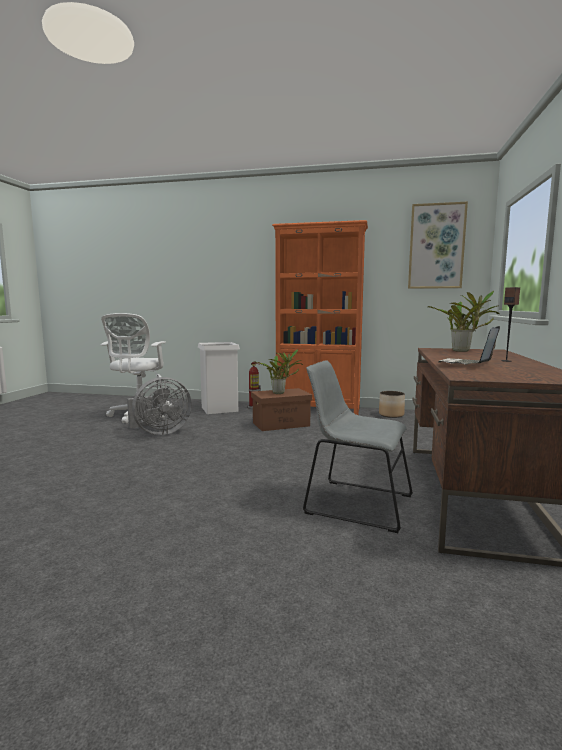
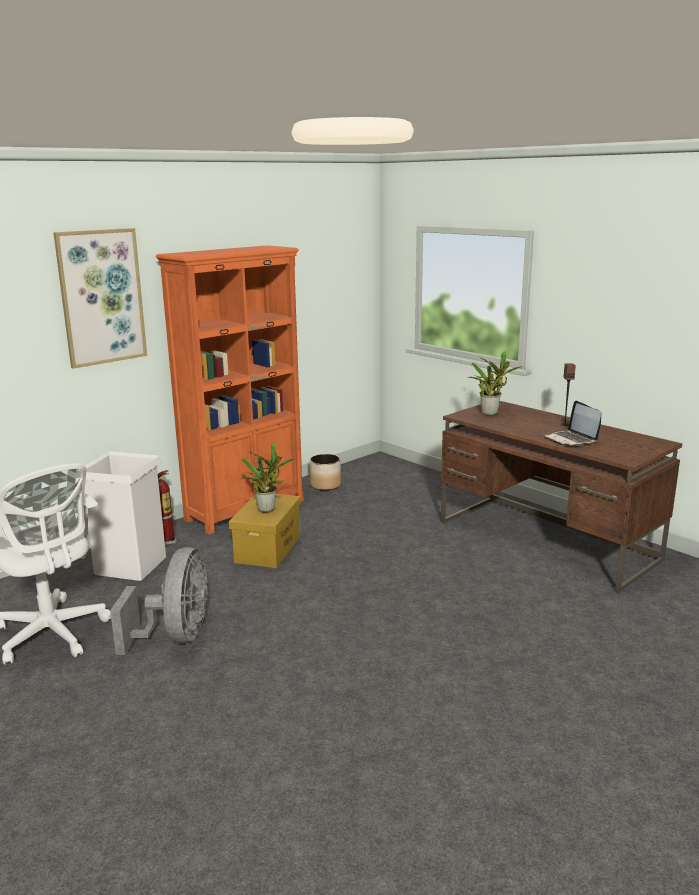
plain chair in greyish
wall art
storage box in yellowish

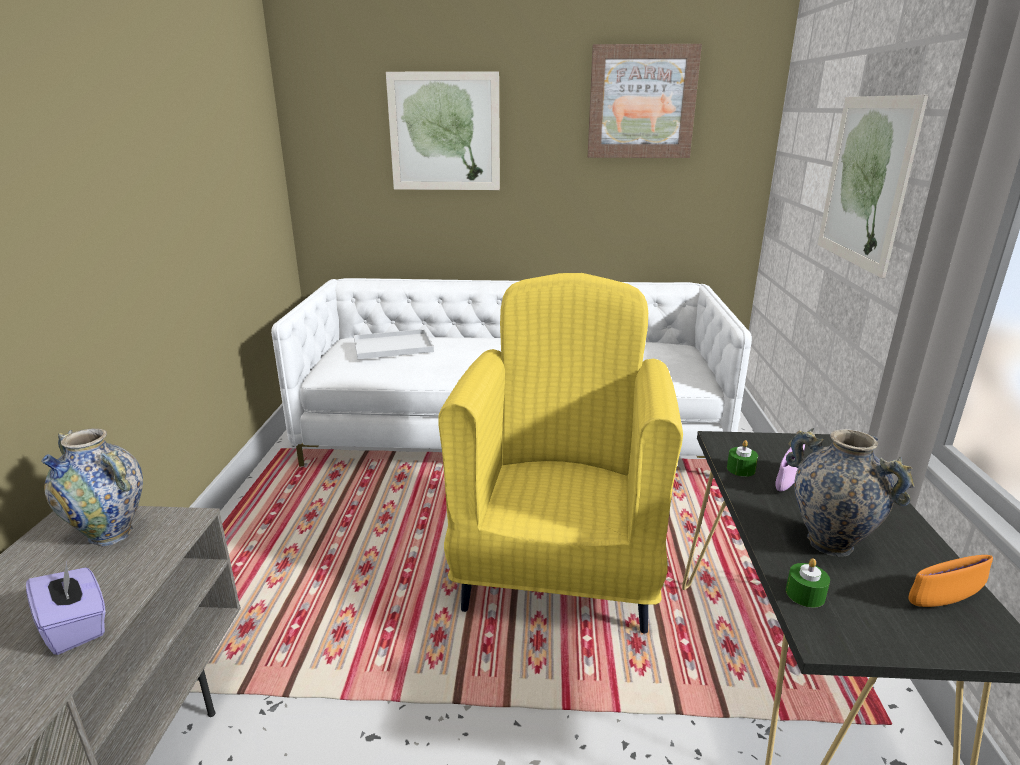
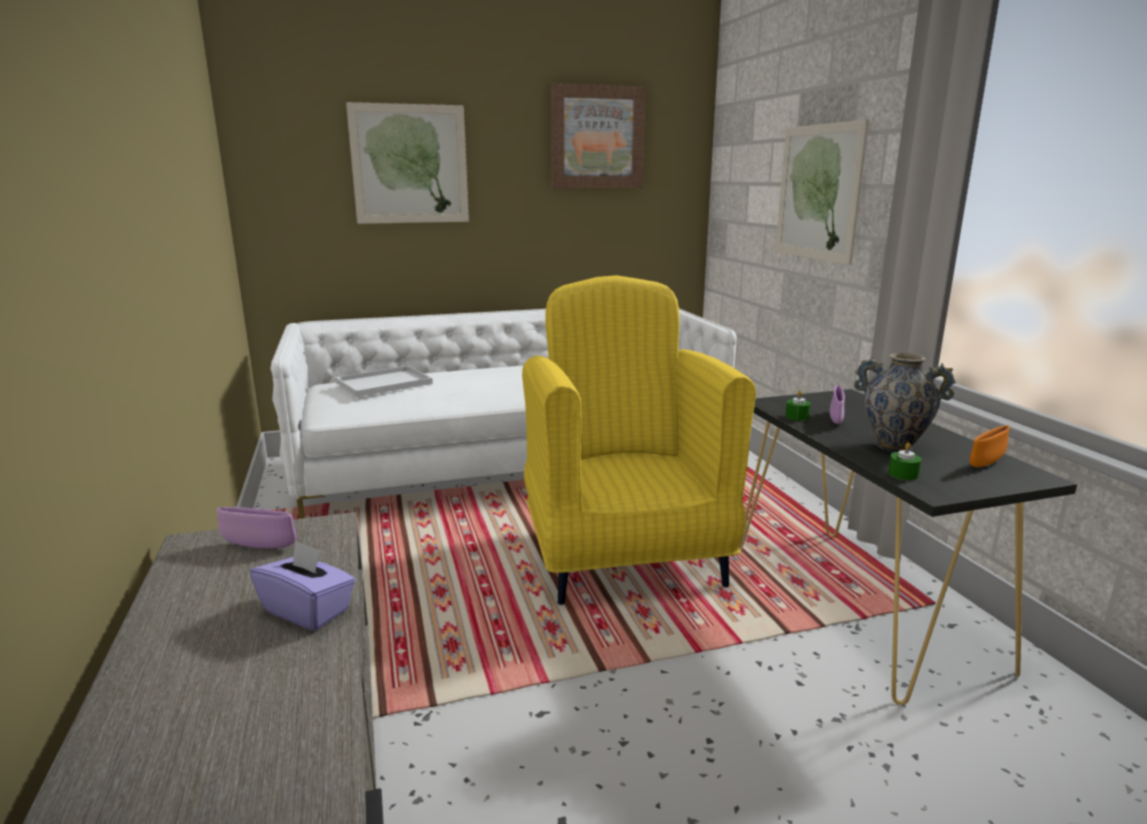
bowl in purple (1st from left)

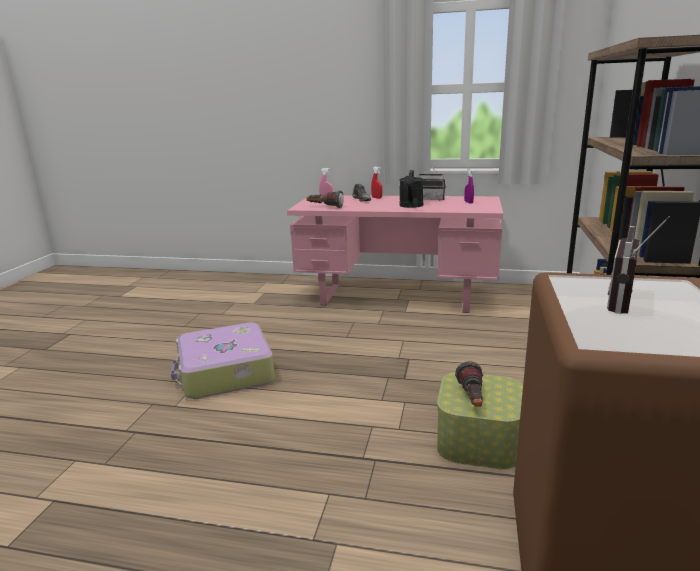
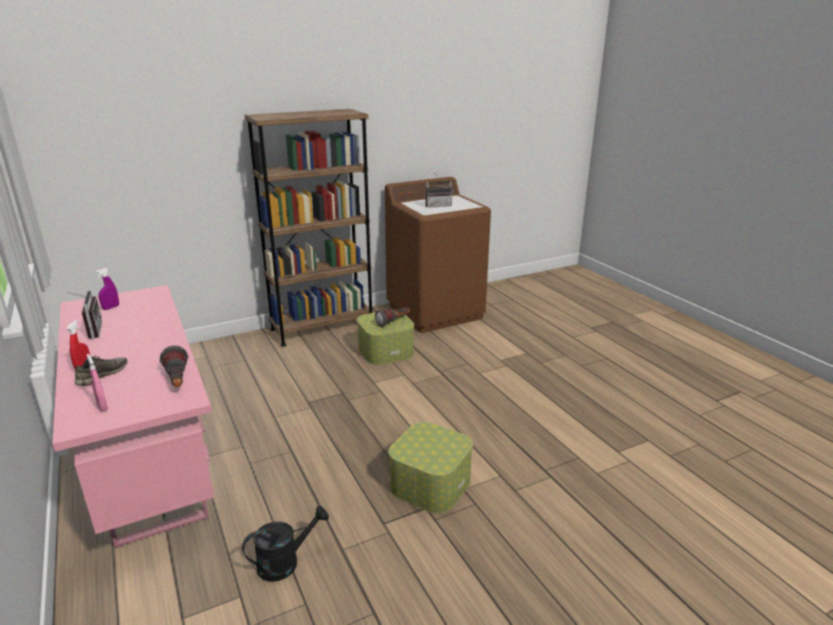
watering pot in blackish
storage box (2nd from left)

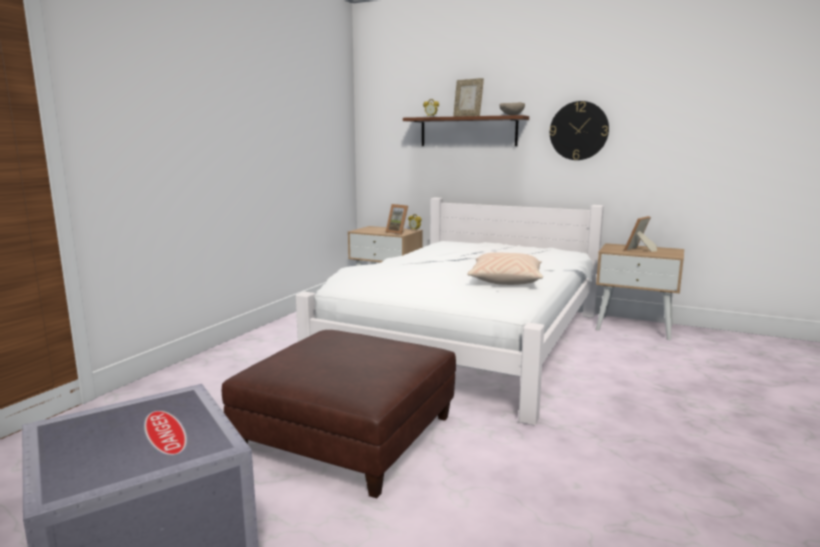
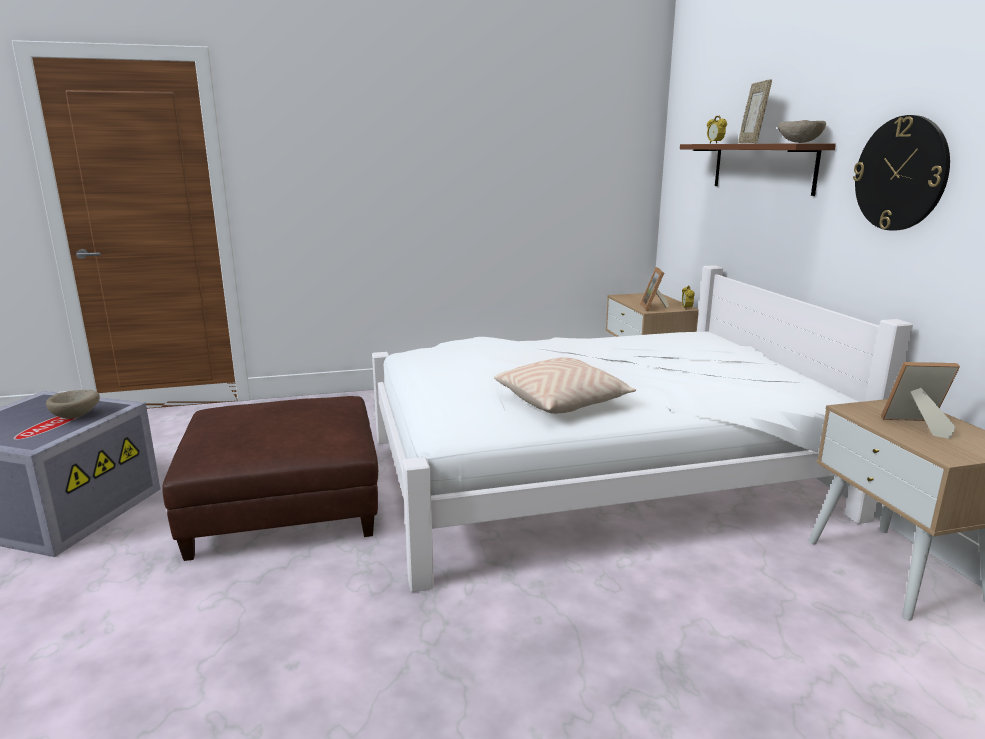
bowl in beige (1st from left)

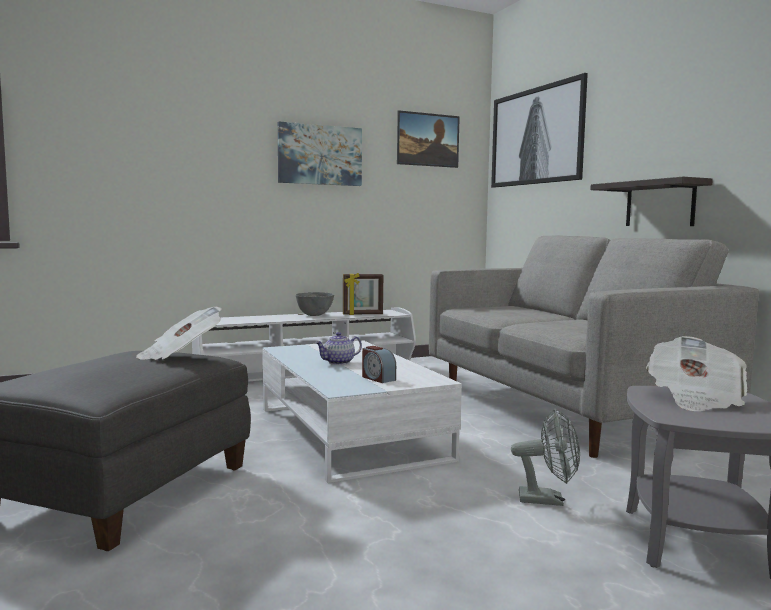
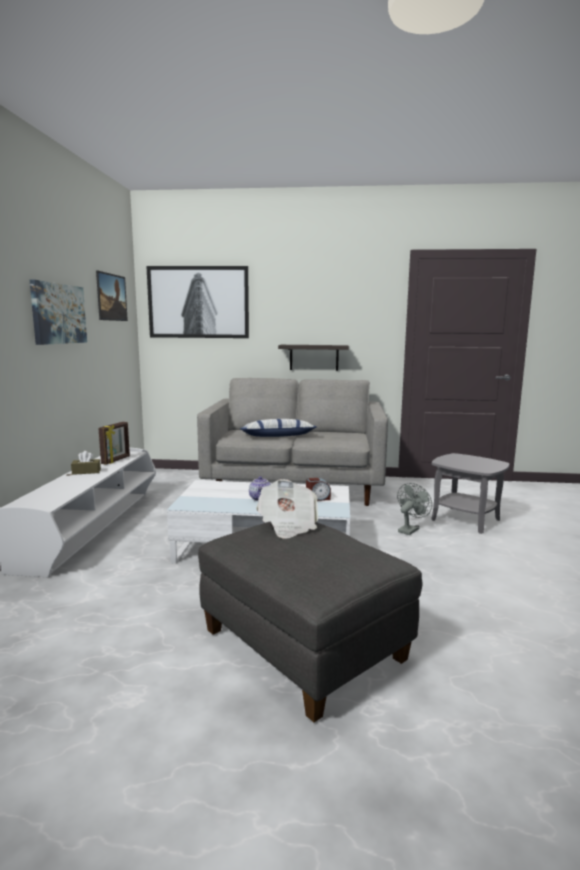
printed paper (2nd from left in the first image)
throw pillow
tissue box in brownish

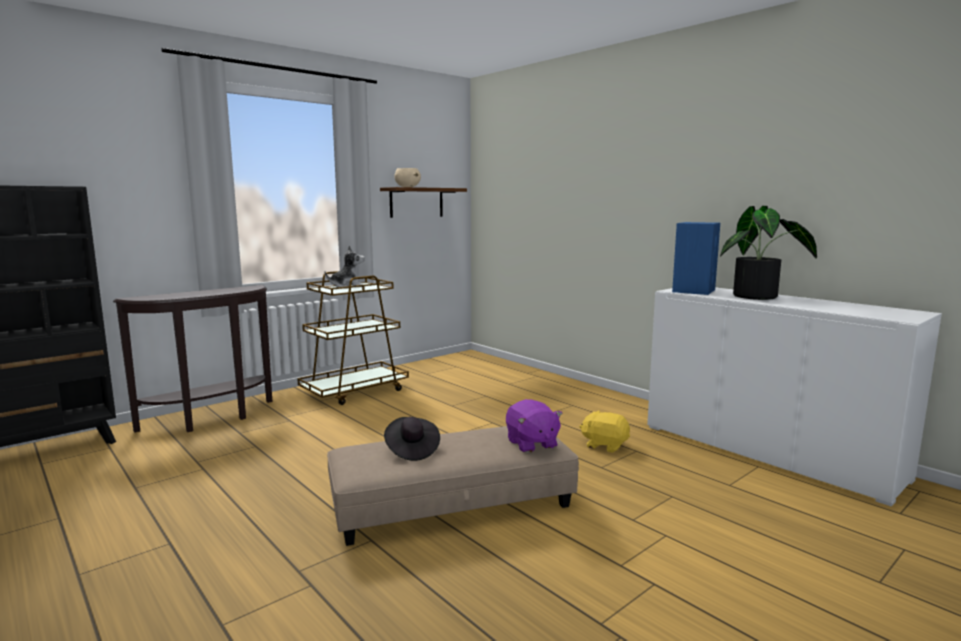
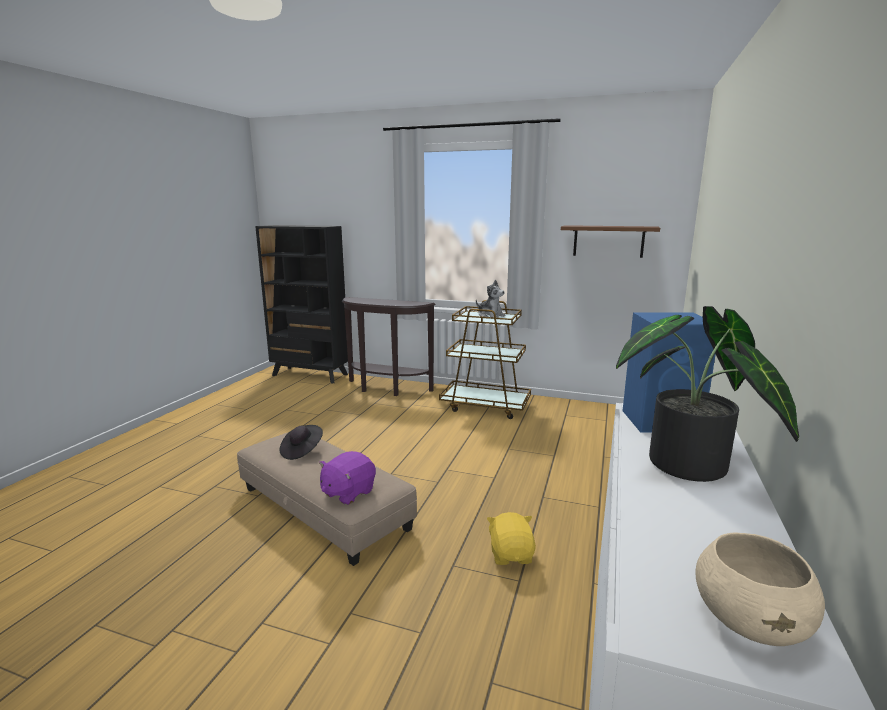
bowl in beige

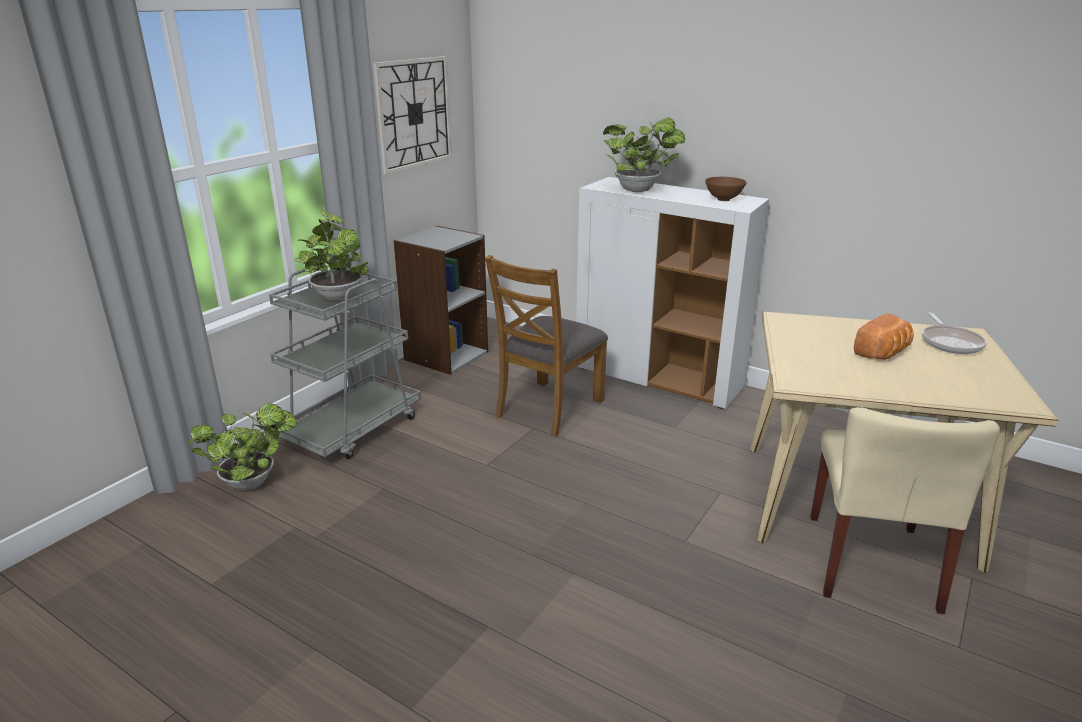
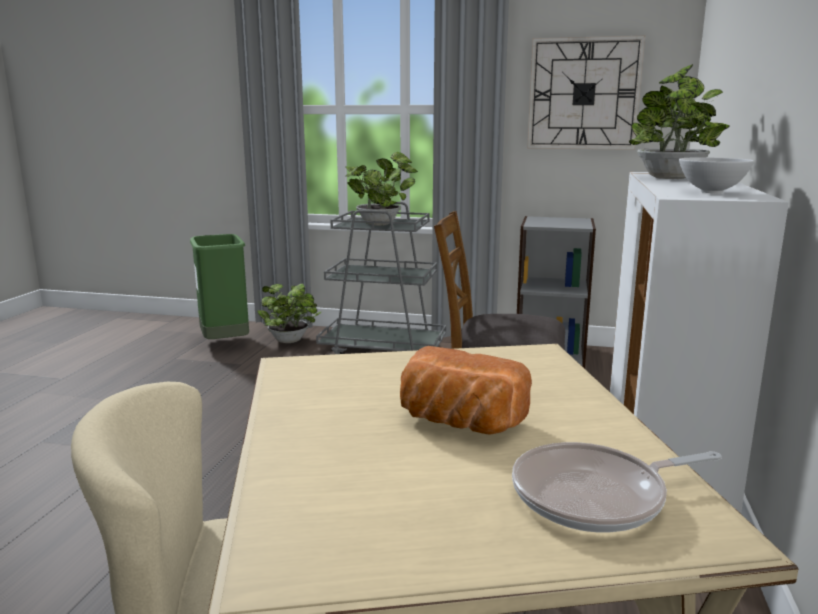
trash can in green-coloured
bowl in whitish

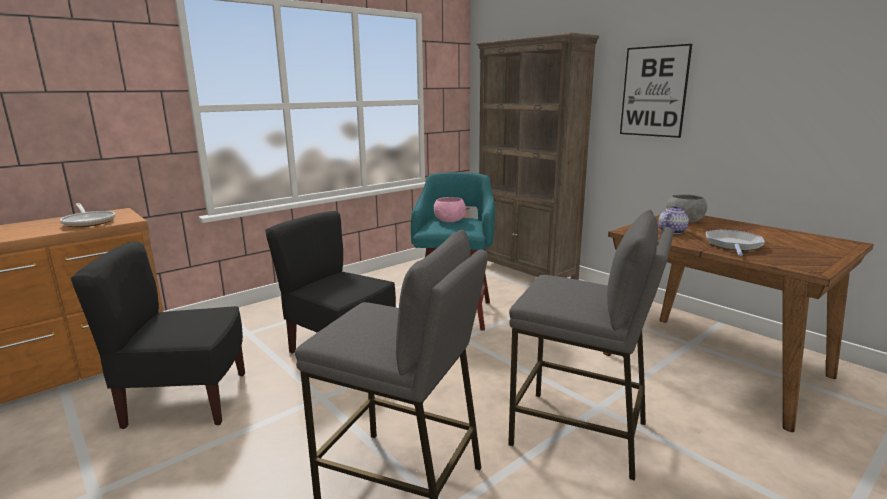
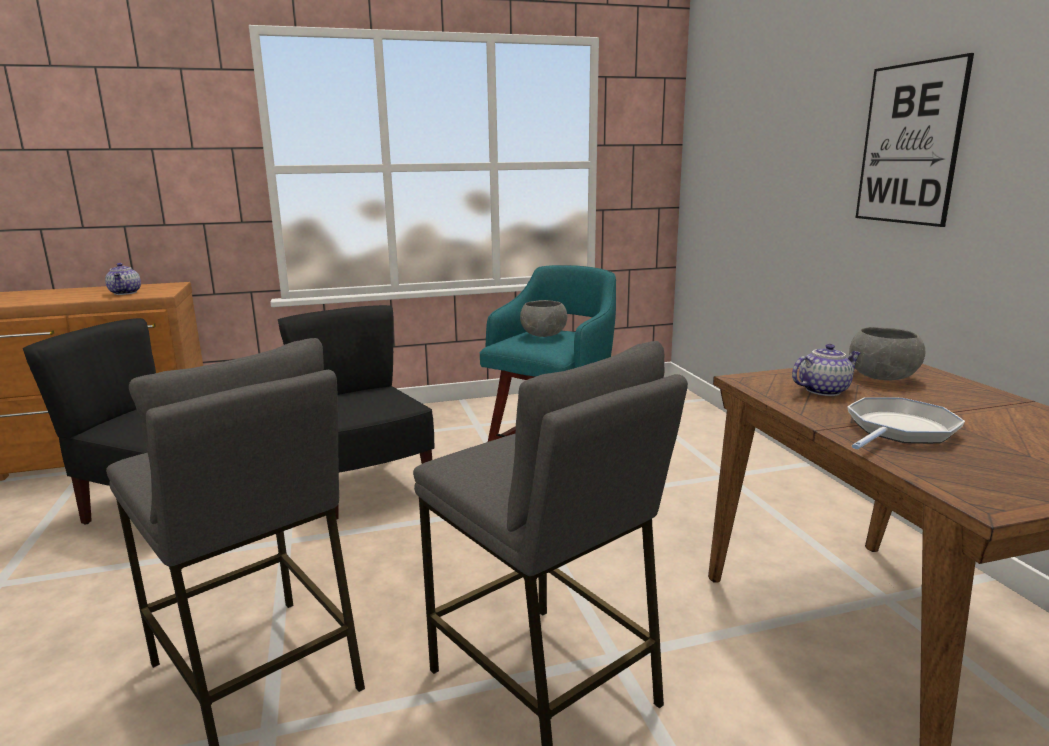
bookcase in brownish
teapot (1st from left)
bowl in greyish (1st from left)

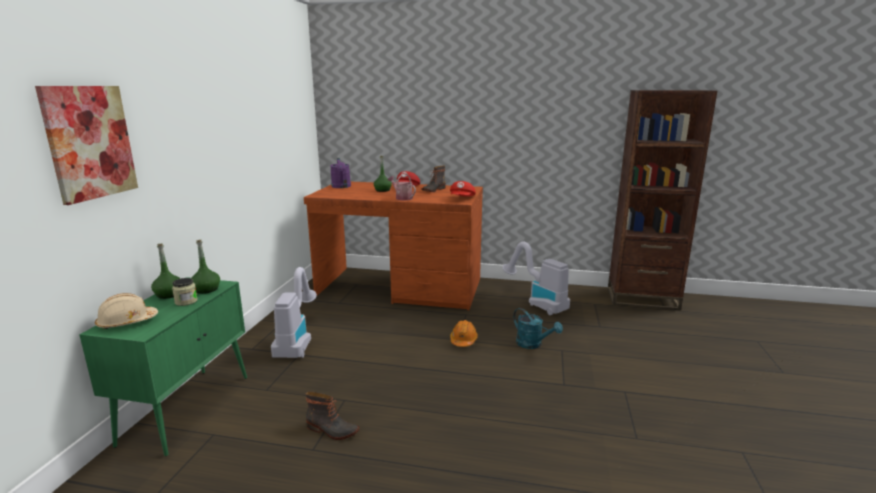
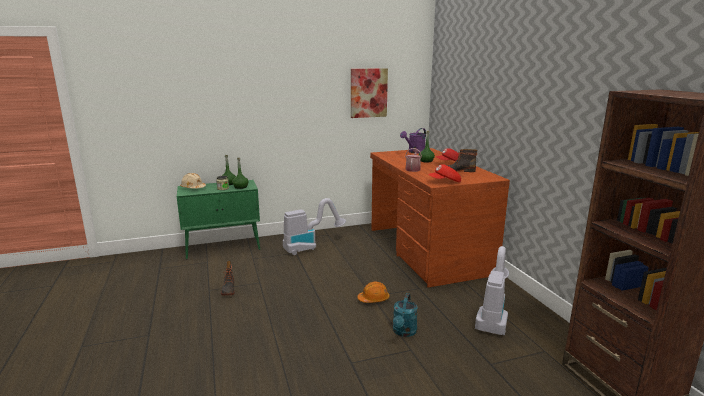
wall art

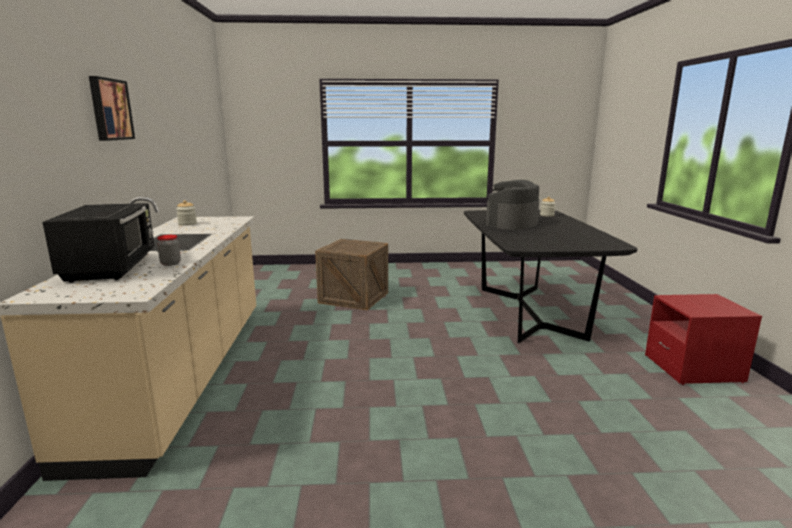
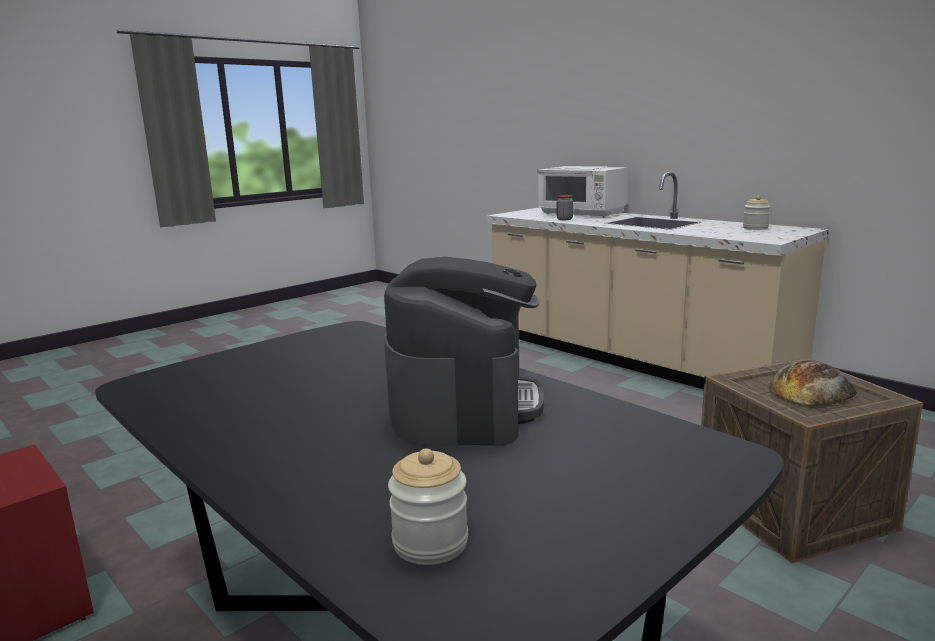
wall art
baked bread
microwave in whitish

